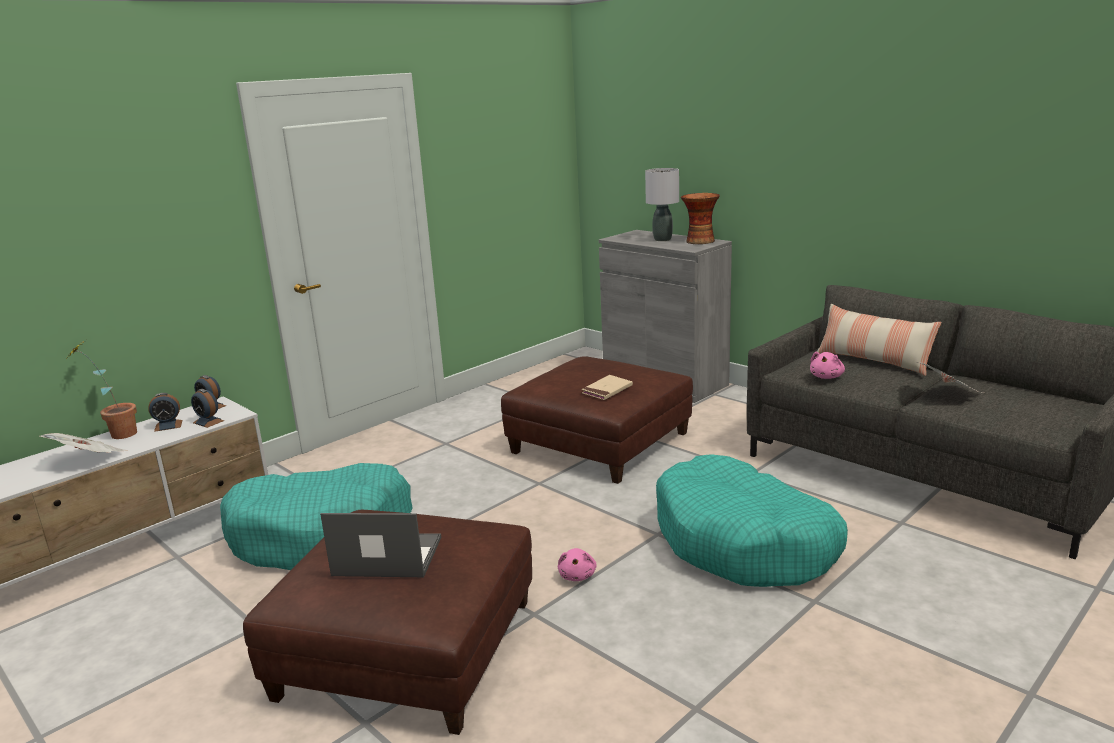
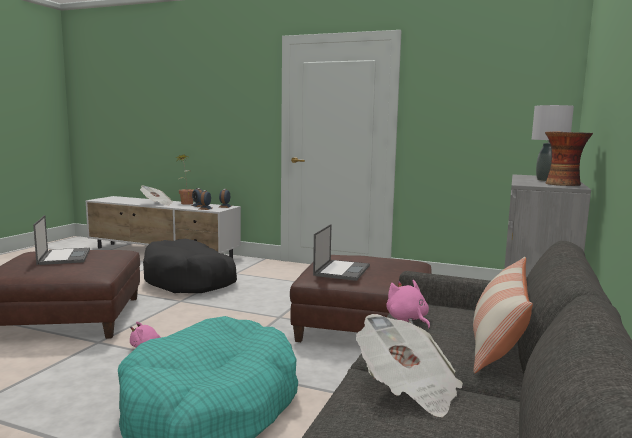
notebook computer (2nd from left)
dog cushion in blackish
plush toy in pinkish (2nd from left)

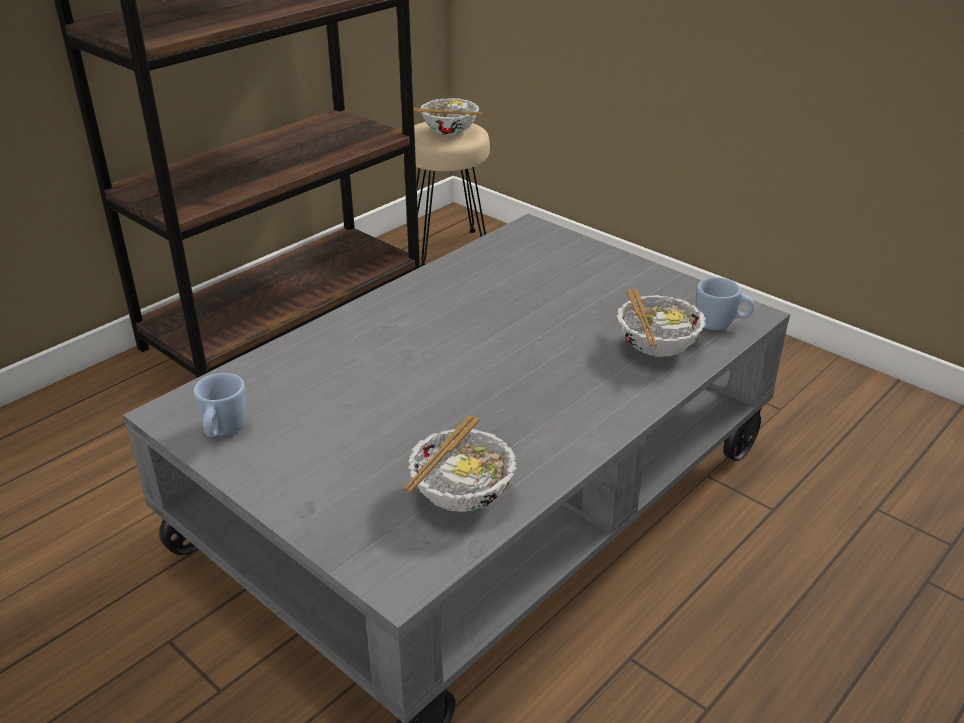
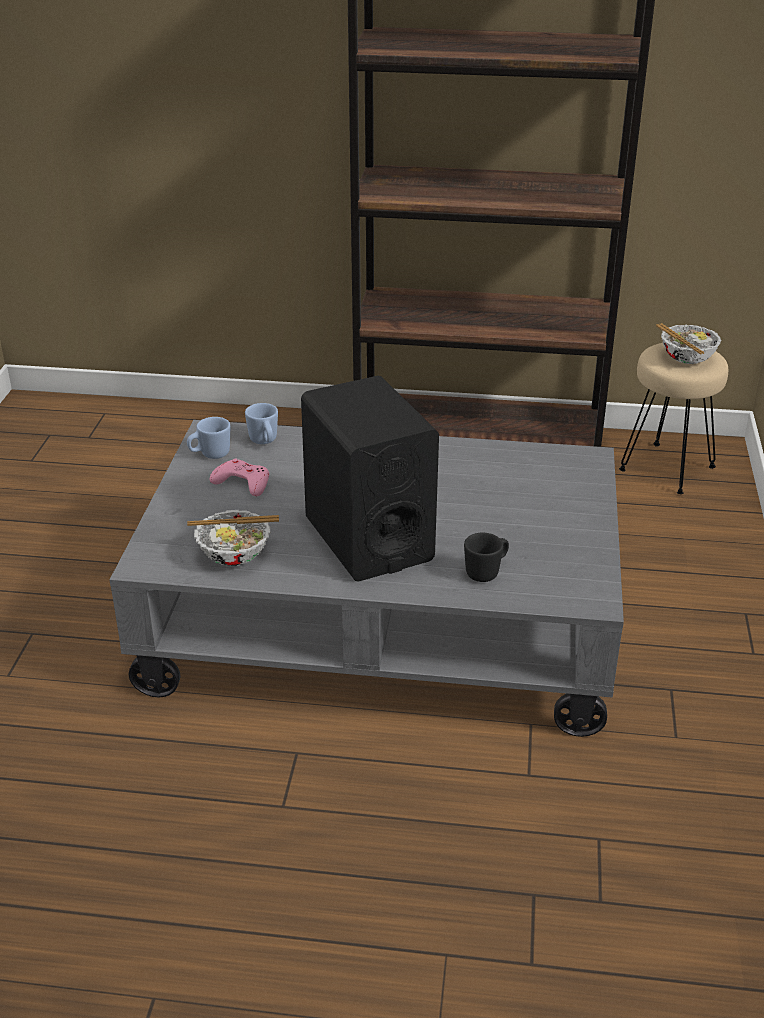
game controller in pinkish
speaker in blackish
mug in bluish (2nd from left)
mug in blackish

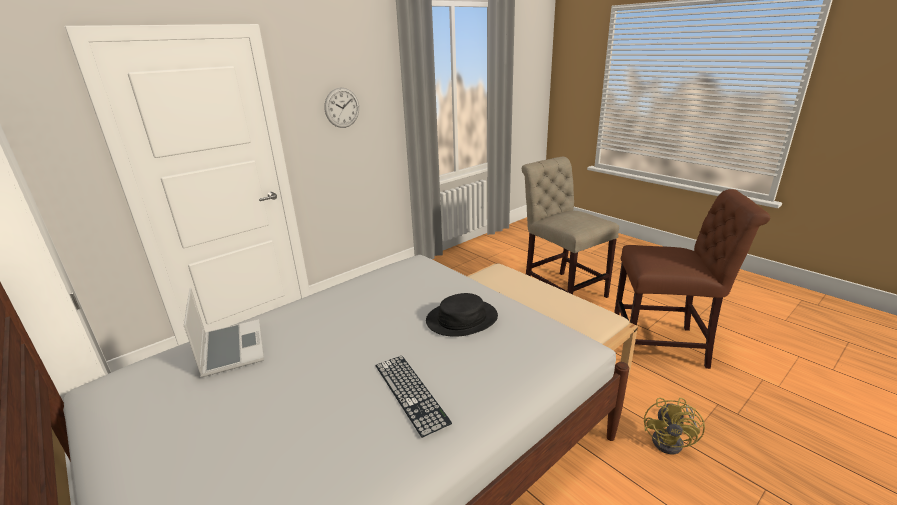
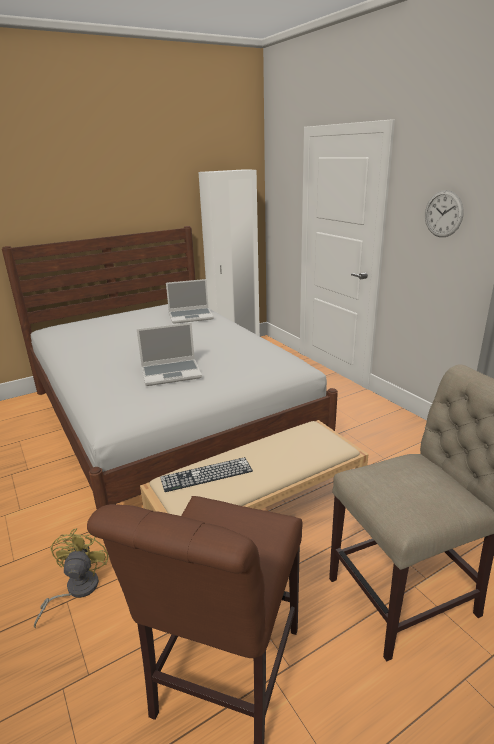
computer keyboard
notebook computer (1st from left)
electric fan in yellowish

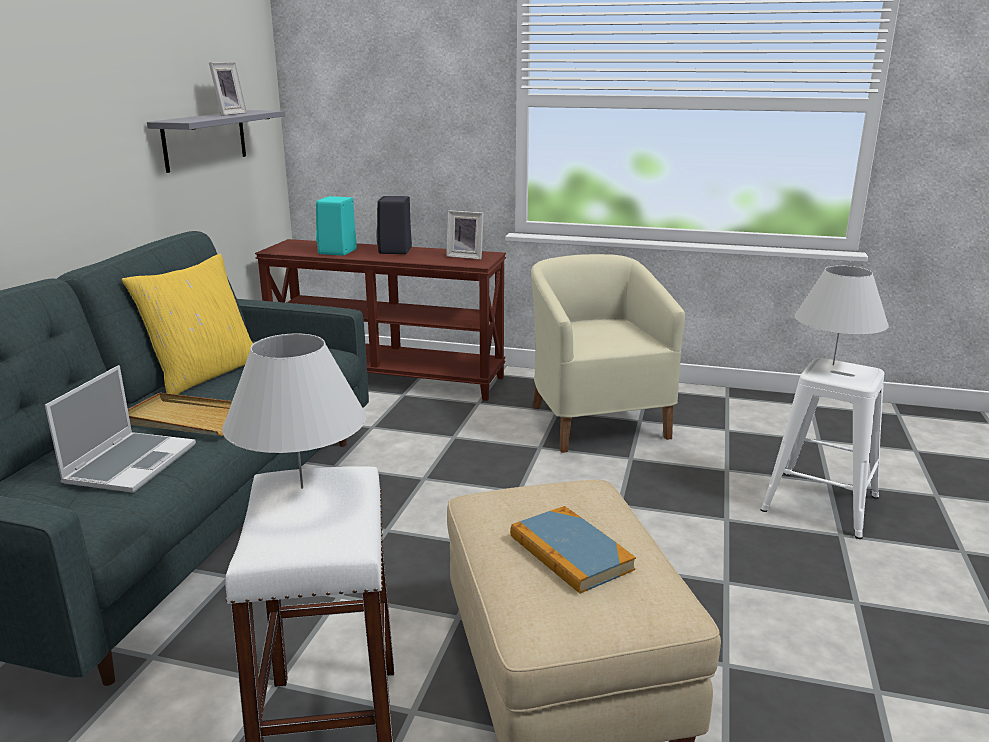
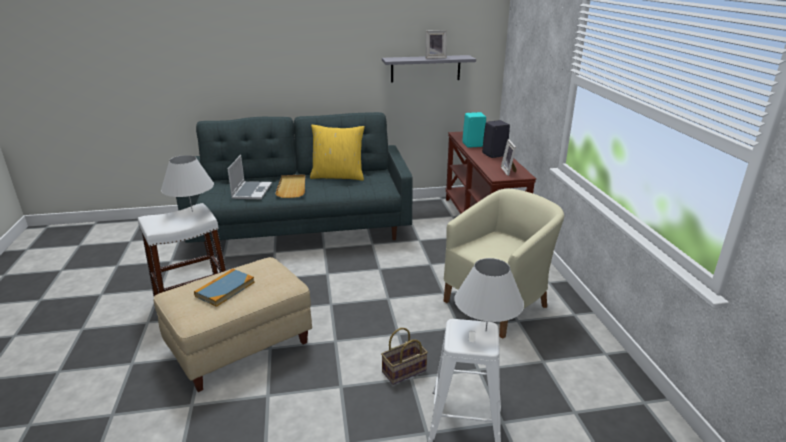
storage basket
notebook computer

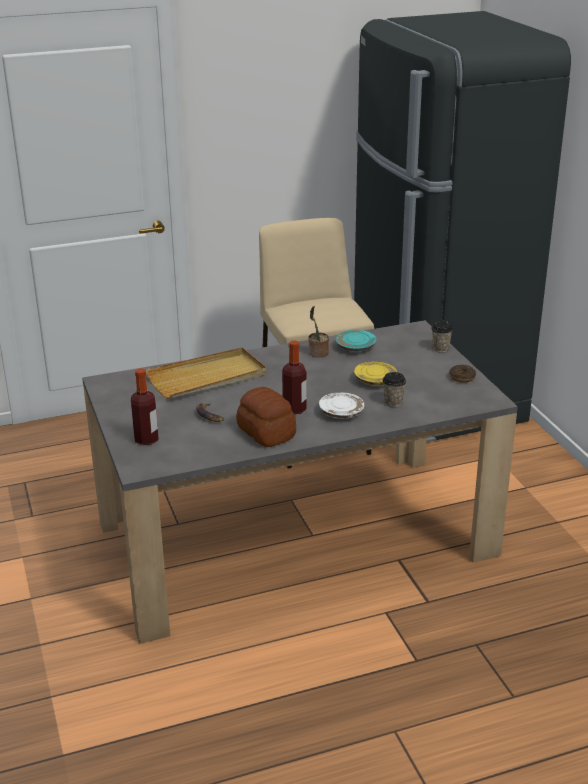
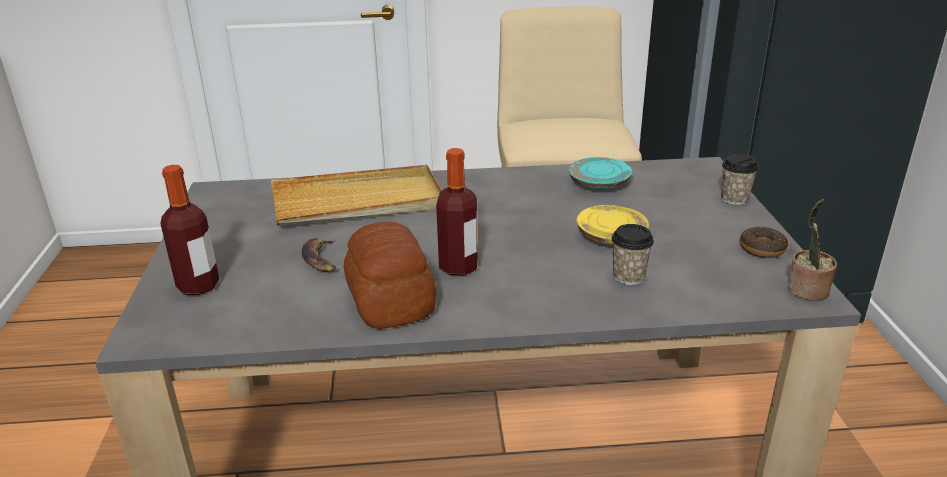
plate in whitish
plant in a pot

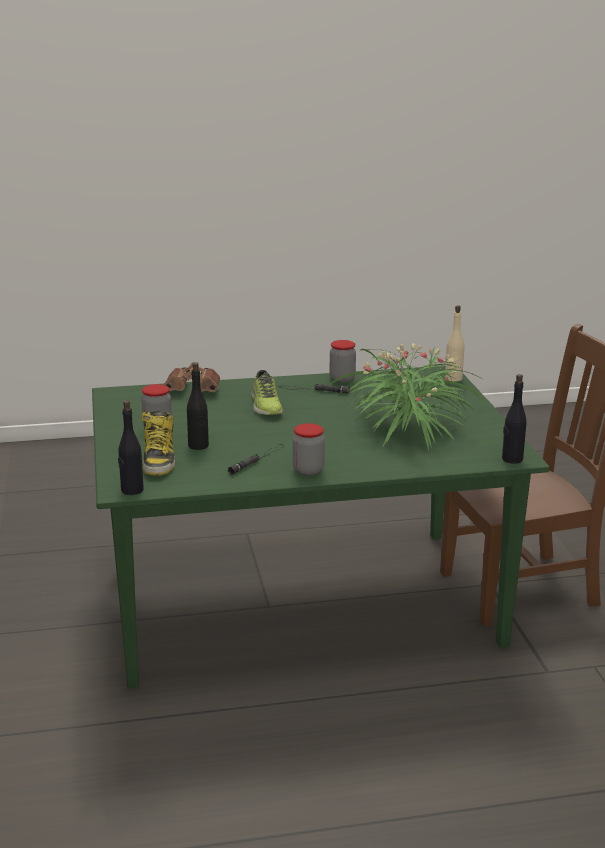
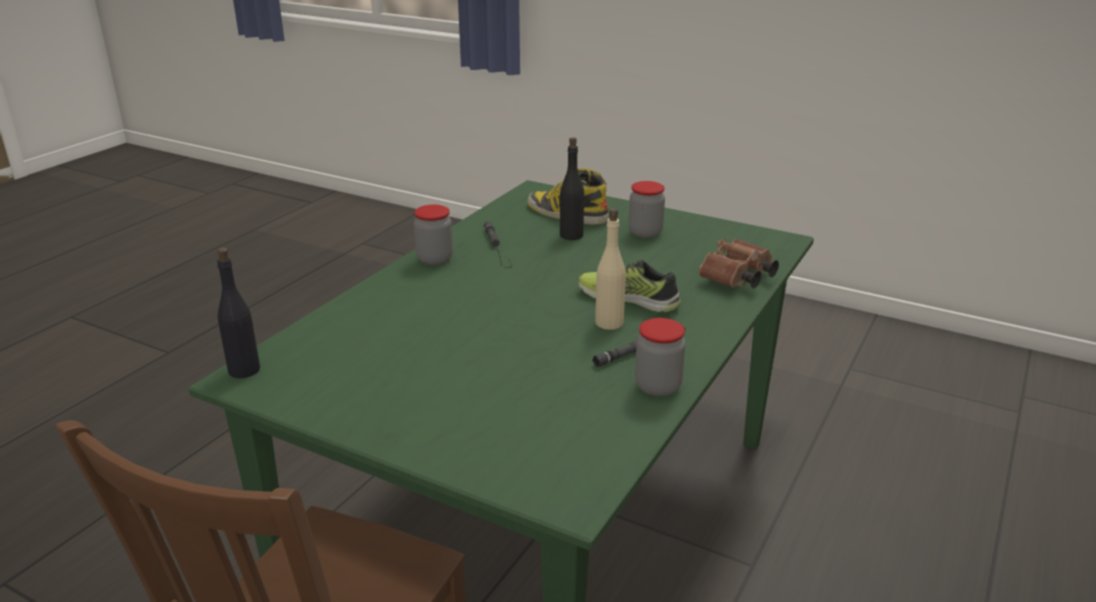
beverage bottle in blackish (1st from left in the first image)
plant in a pot
beverage bottle in beige

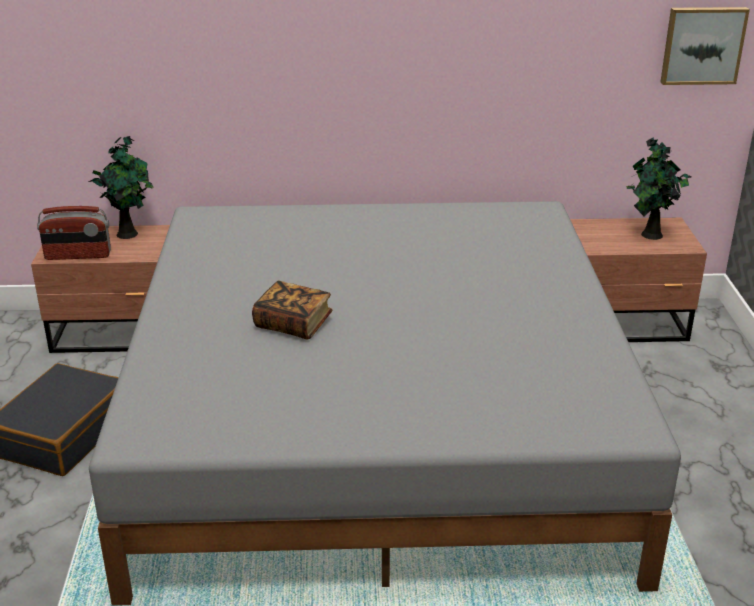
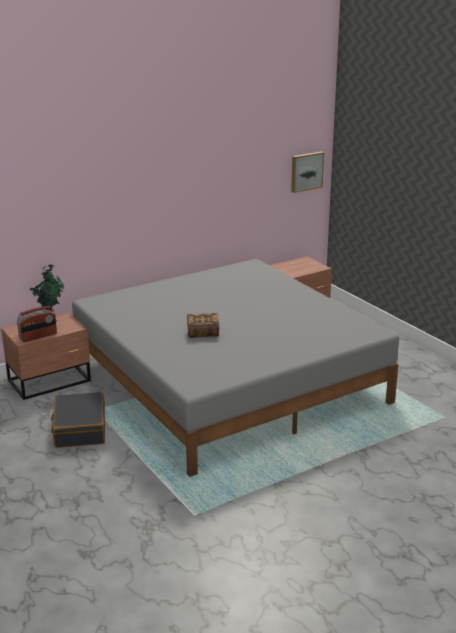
plant in a pot (2nd from left in the first image)

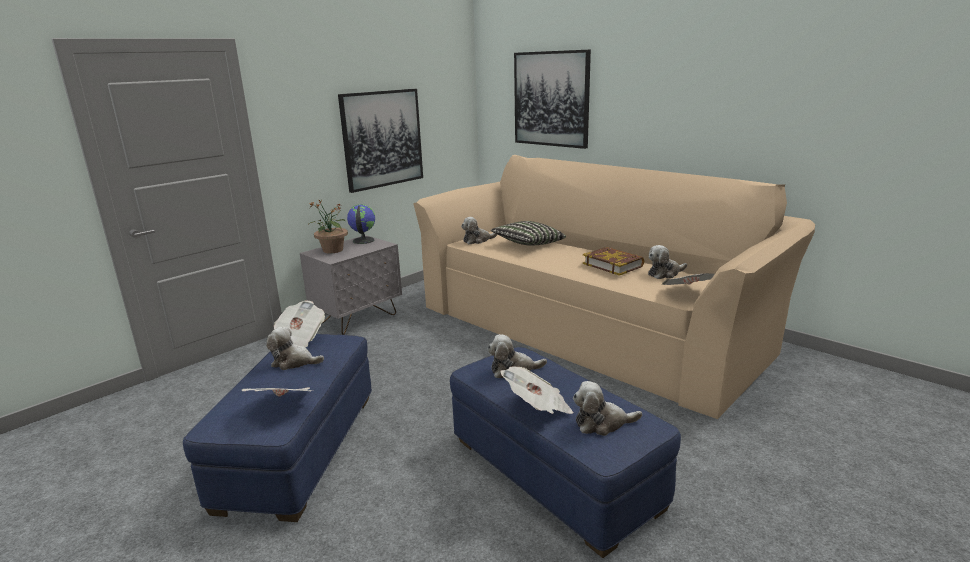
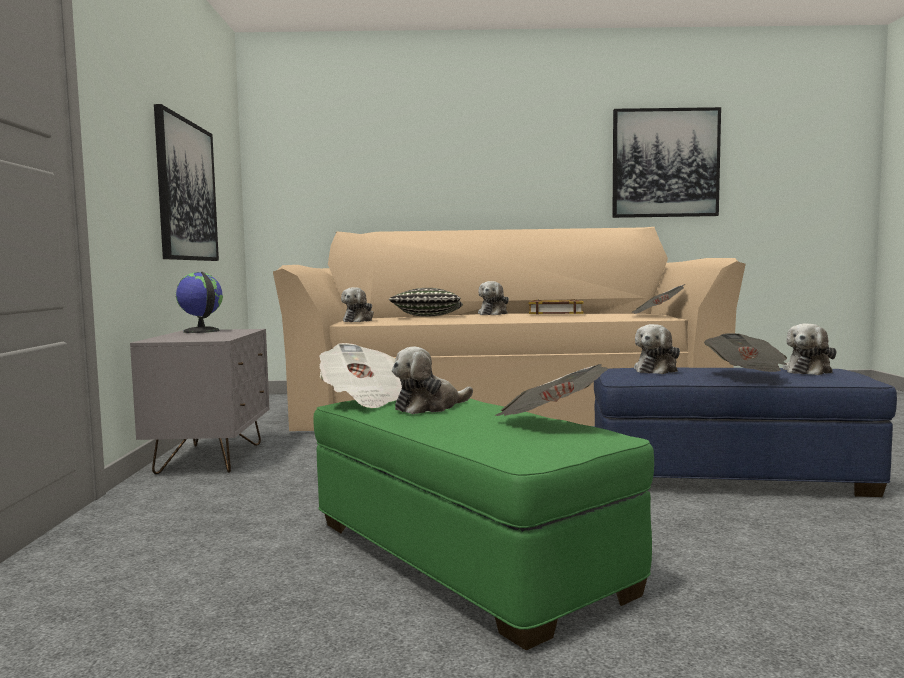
plant in a pot
wall art (2nd from left)
plush toy (3rd from left)
footrest in green-coloured

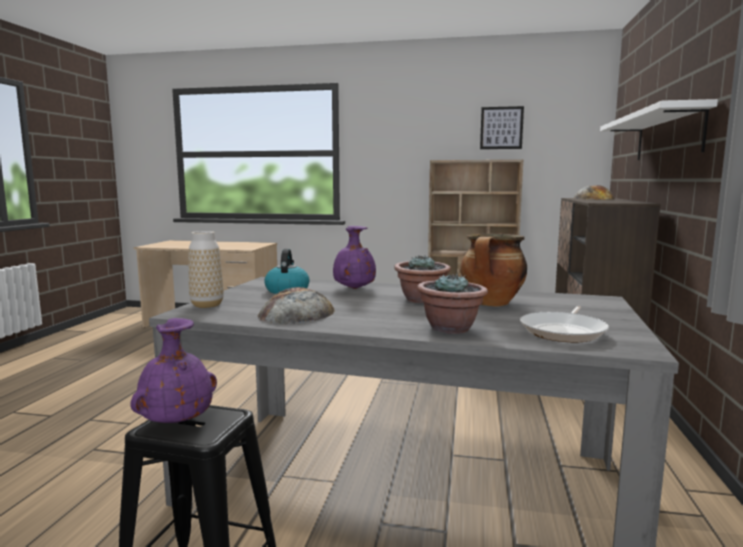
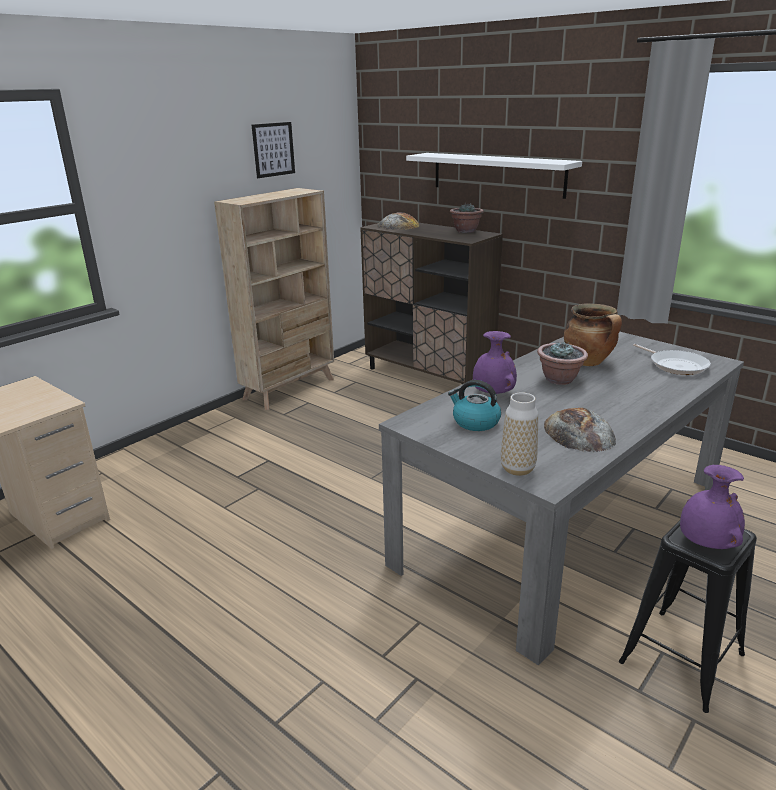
plant in a pot (1st from left)

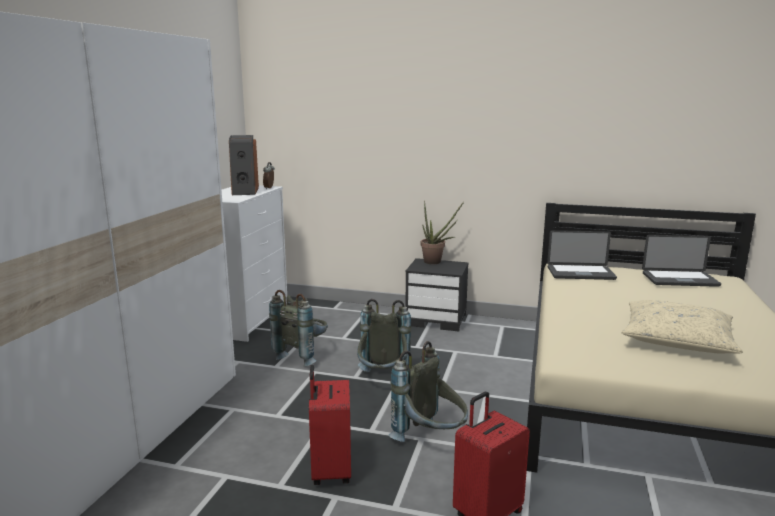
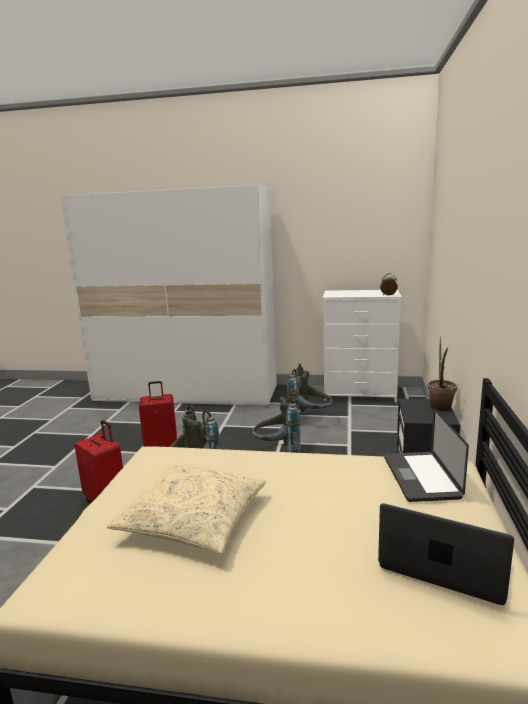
speaker
notebook computer (2nd from left)

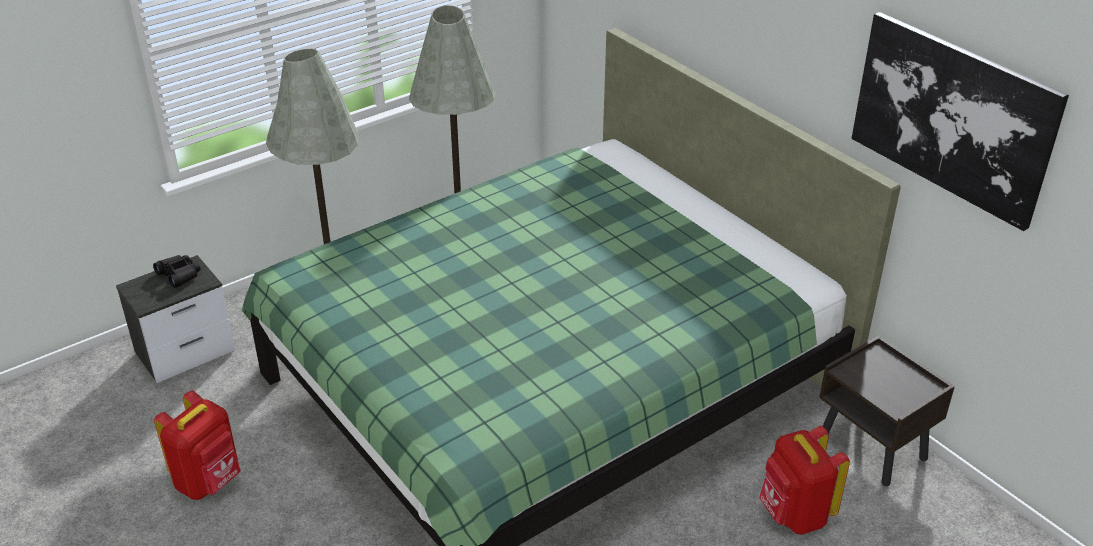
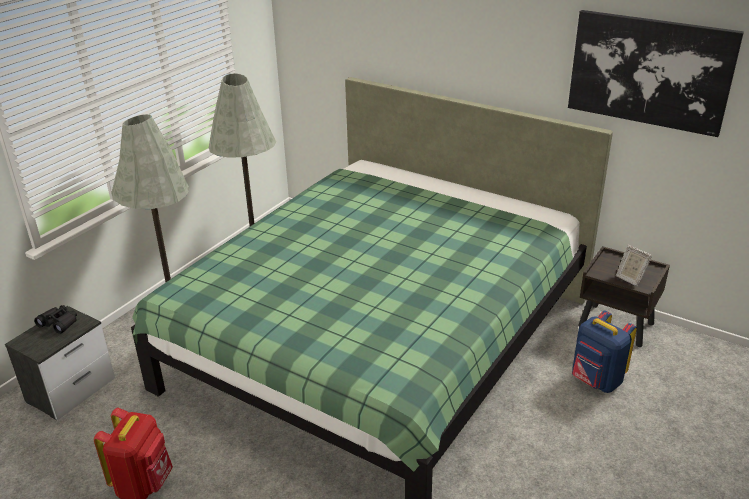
standing frame
rucksack in bluish

